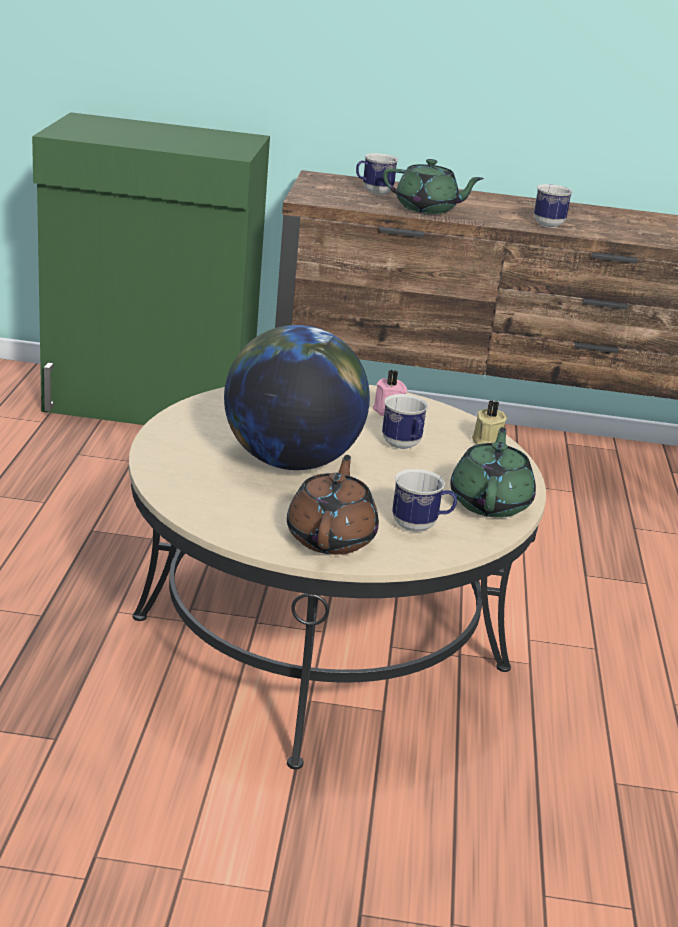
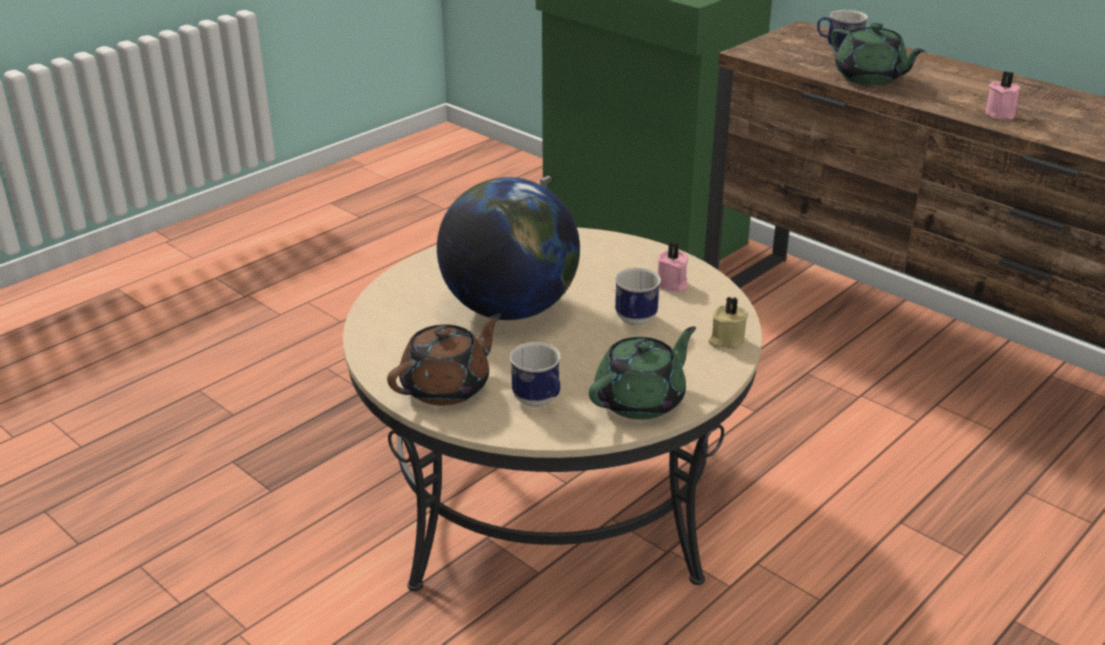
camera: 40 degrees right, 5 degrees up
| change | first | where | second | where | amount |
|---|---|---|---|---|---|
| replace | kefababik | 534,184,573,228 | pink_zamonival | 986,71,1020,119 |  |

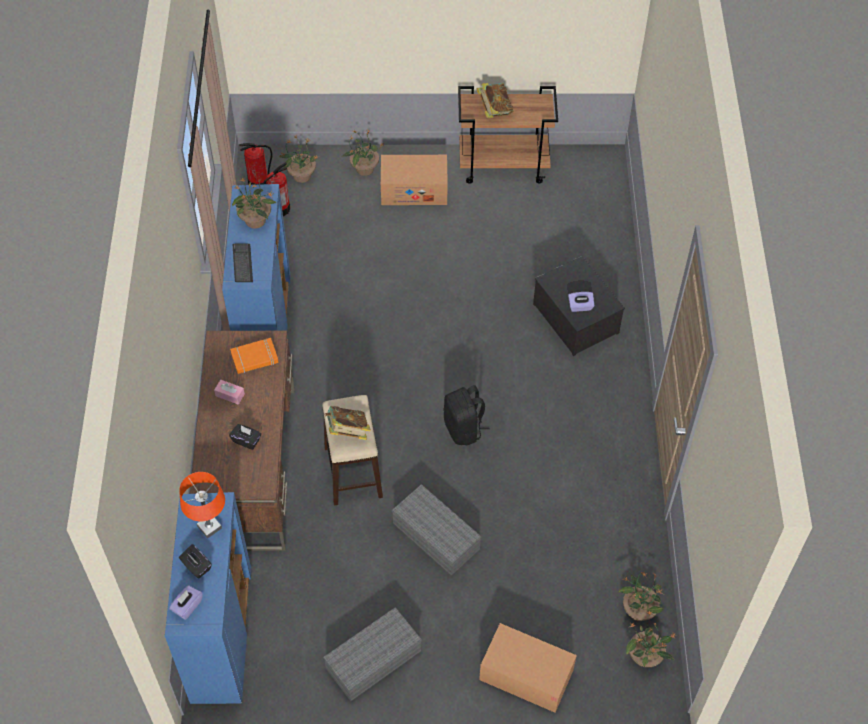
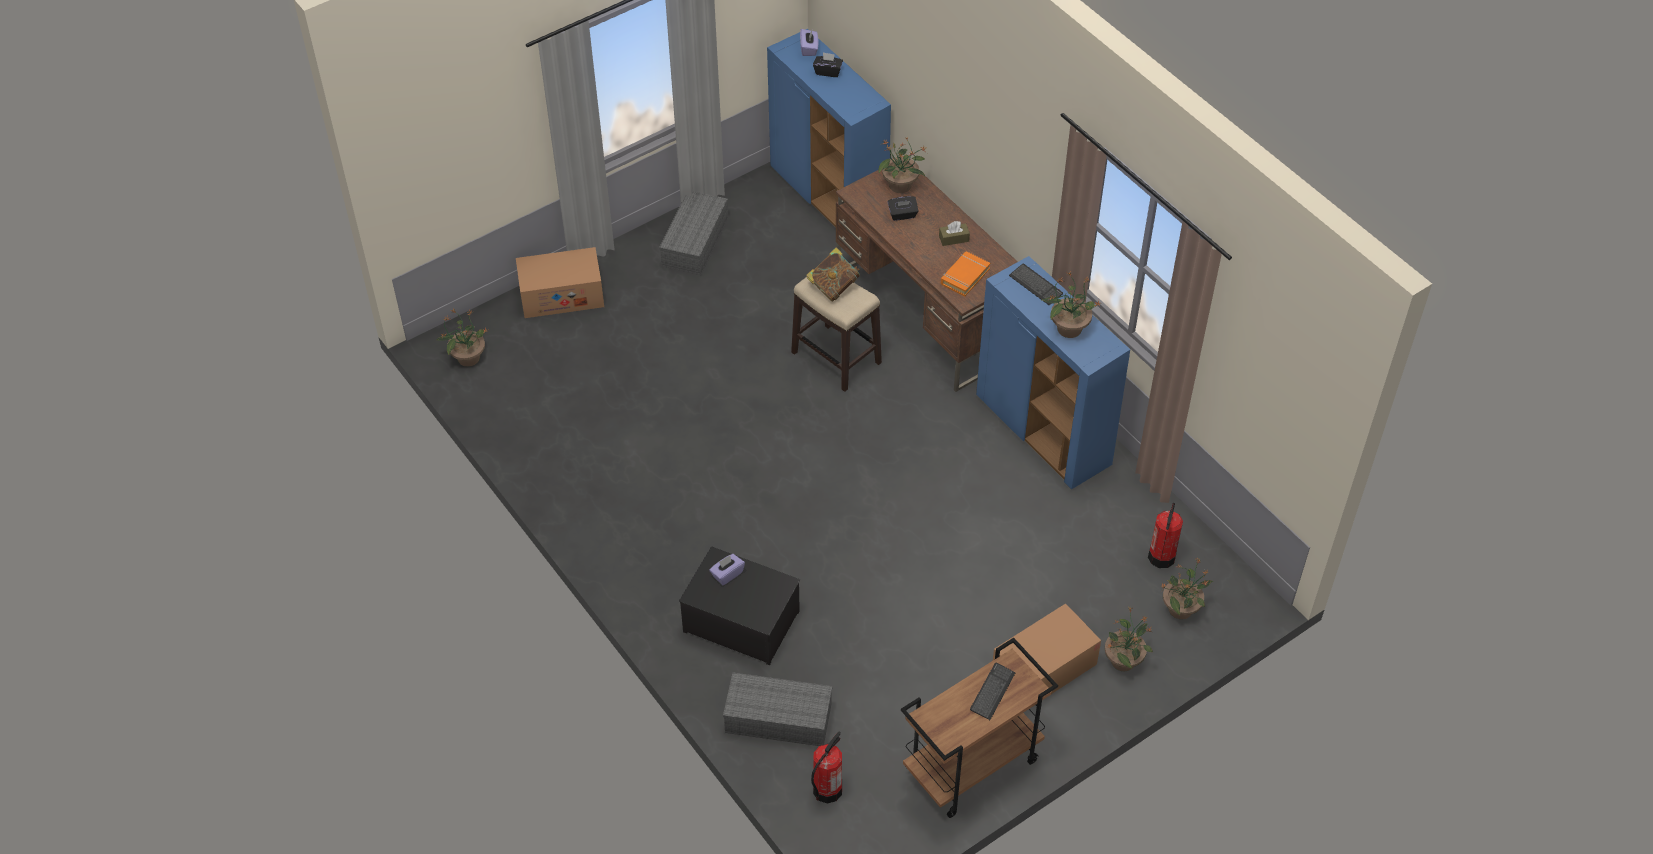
camera: 145 degrees right, 5 degrees down
| change | first | where | second | where | amount |
|---|---|---|---|---|---|
| delete | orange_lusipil | 179,472,225,538 |  |  |  |
| delete | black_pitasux | 444,385,490,446 |  |  |  |
| move | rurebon | 239,143,272,185 |  | 811,732,842,804 |  |
| move | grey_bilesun | 392,484,481,576 |  | 723,672,832,746 |  |
| move | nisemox | 618,572,663,621 |  | 879,137,927,193 |  |
| replace | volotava | 477,83,513,118 | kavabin | 970,663,1015,720 |  |
| recolor | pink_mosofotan | 214,380,245,404 | brown_mosofotan | 939,221,970,246 |  |

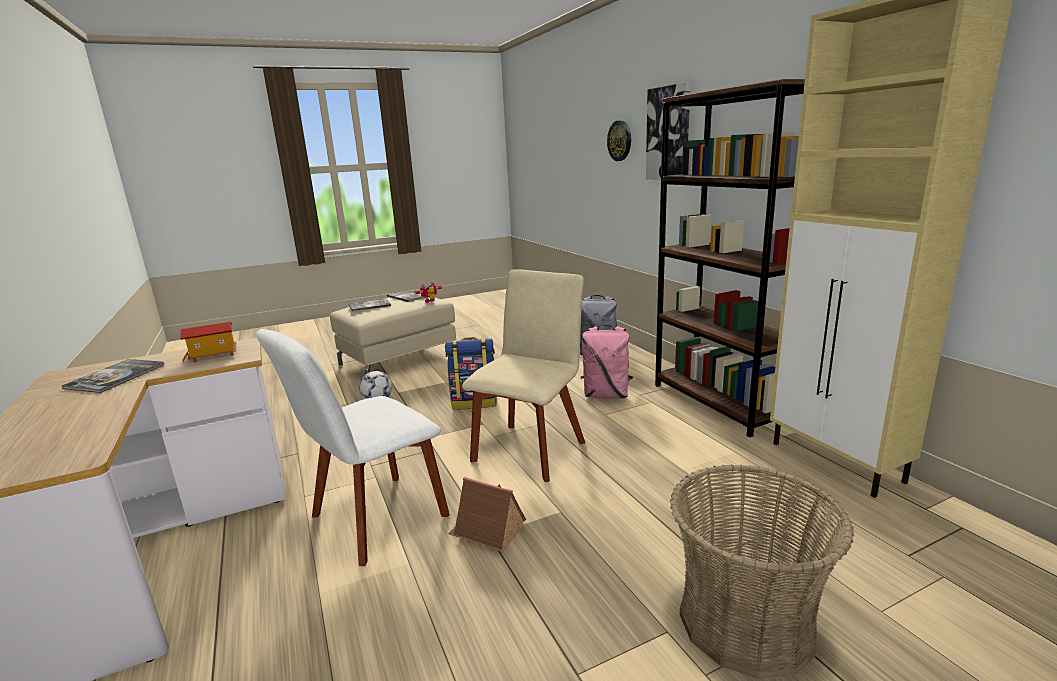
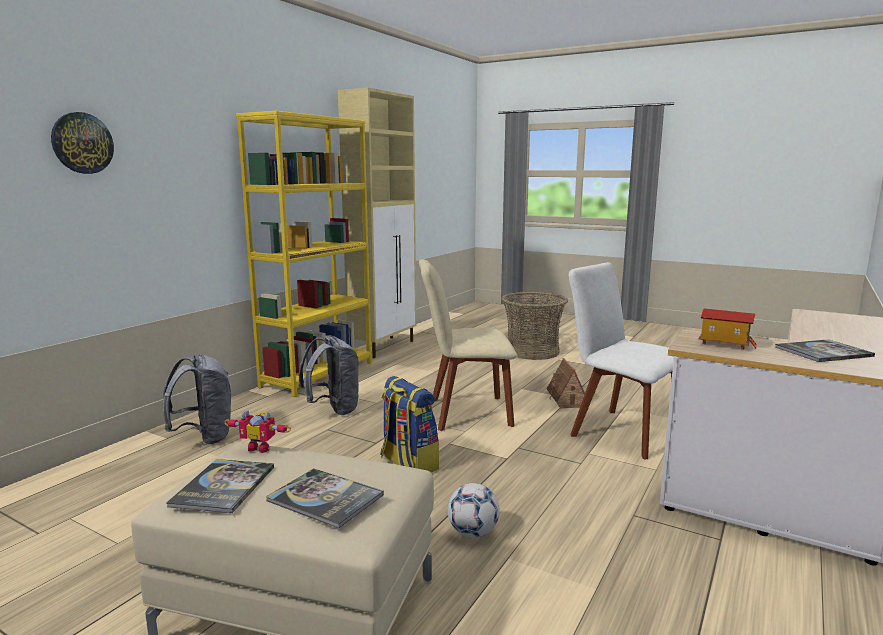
camera: 125 degrees left, 5 degrees down
| change | first | where | second | where | amount |
|---|---|---|---|---|---|
| delete | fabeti | 646,82,691,180 |  |  |  |
| recolor | pink_pitasux | 581,325,633,399 | grey_pitasux | 299,336,360,415 |  |
| recolor | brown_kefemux | 655,79,805,437 | yellow_kefemux | 236,111,372,397 |  |
| rotate | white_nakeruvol | 256,329,450,566 |  | 569,262,674,459 | 150 degrees counterclockwise |

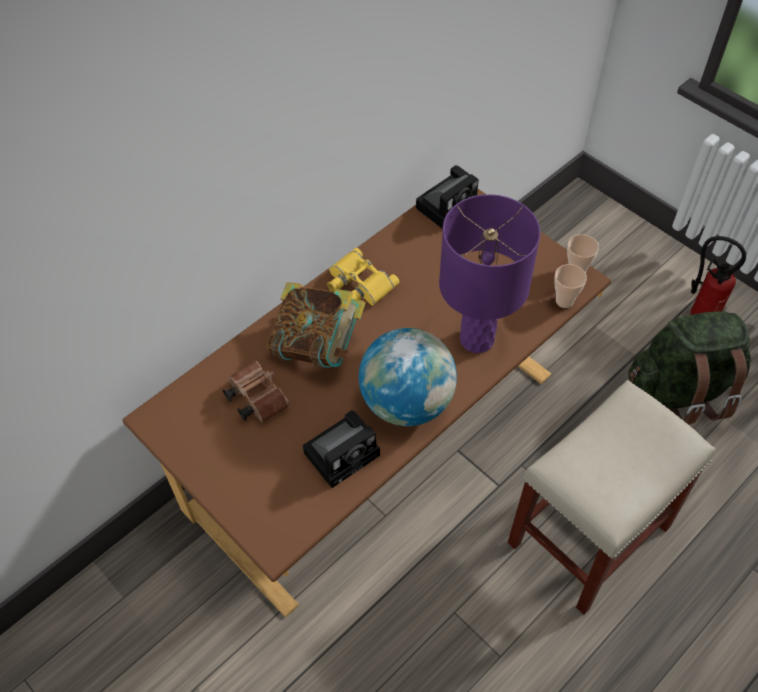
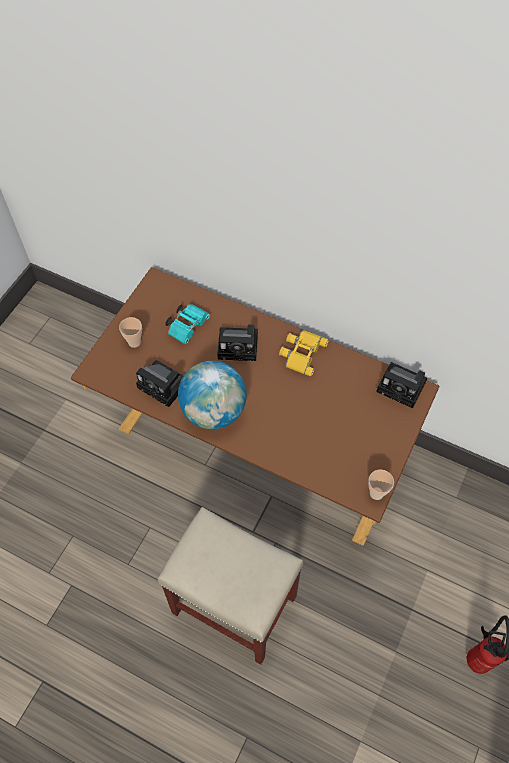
camera: 70 degrees right, 5 degrees up
| change | first | where | second | where | amount |
|---|---|---|---|---|---|
| delete | purple_lusipil | 439,194,541,353 |  |  |  |
| delete | green_pitasux | 628,311,751,425 |  |  |  |
| move | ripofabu | 554,264,587,308 |  | 119,317,142,348 |  |
| replace | volotava | 267,282,366,368 | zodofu | 218,324,258,361 |  |
| recolor | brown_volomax | 223,361,290,422 | turquoise_volomax | 165,304,210,344 |  |

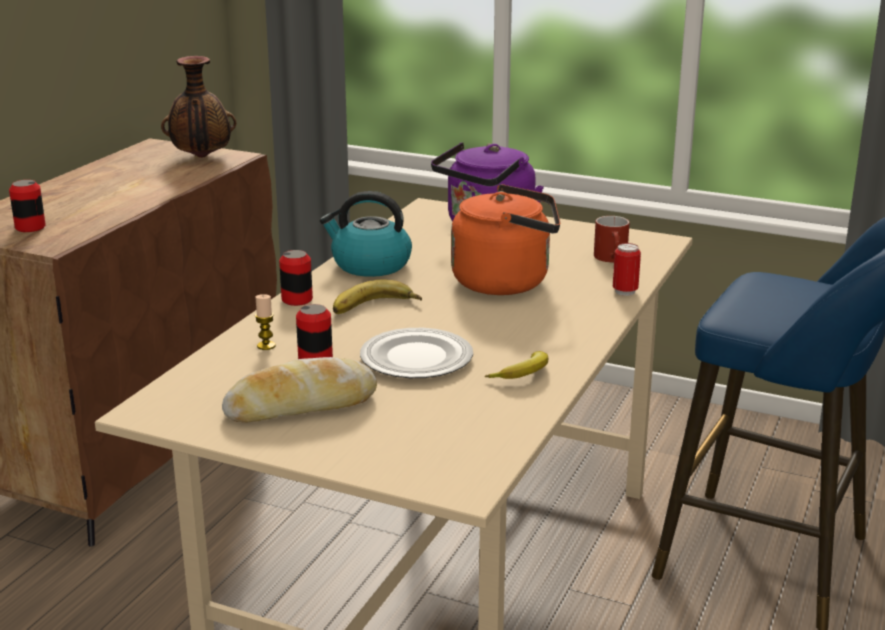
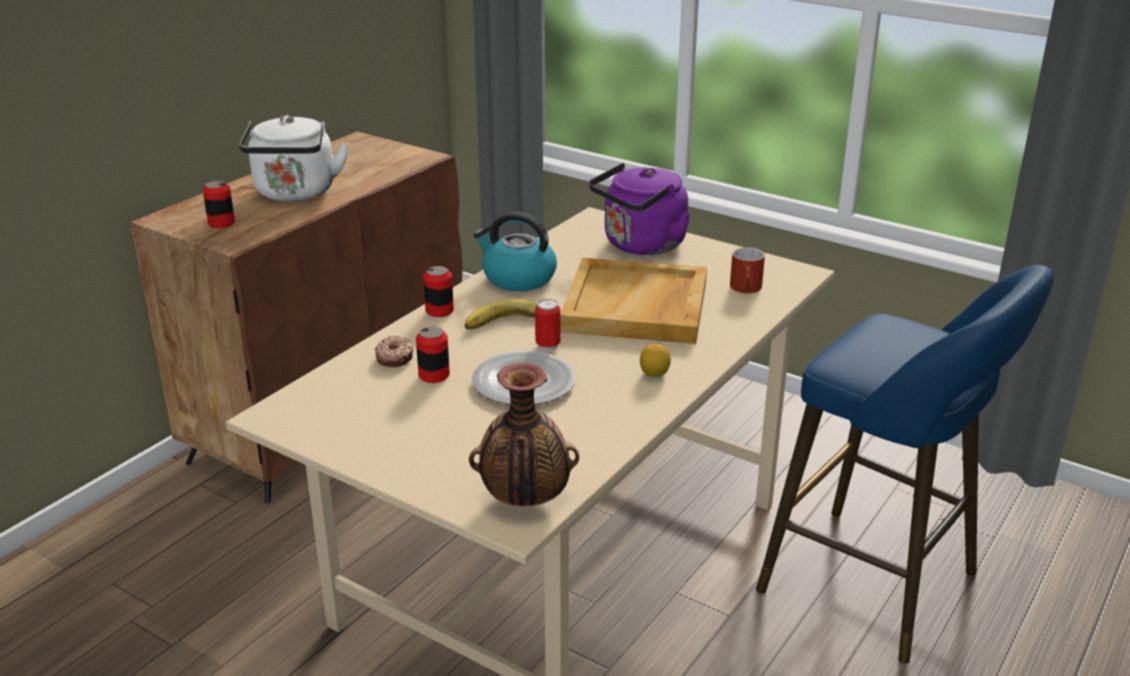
camera: 10 degrees right, 5 degrees up
| change | first | where | second | where | amount |
|---|---|---|---|---|---|
| delete | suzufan | 222,357,377,423 |  |  |  |
| delete | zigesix | 485,351,548,379 |  |  |  |
| insert |  |  | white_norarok | 239,115,349,201 |  |
| insert |  |  | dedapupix | 640,344,671,377 |  |
| move | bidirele | 161,56,236,158 |  | 469,363,579,506 |  |
| move | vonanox | 613,243,641,296 |  | 535,299,561,351 |  |
| replace | zamonival | 255,294,276,350 | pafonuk | 375,336,414,367 |  |
| replace | orange_norarok | 451,184,560,295 | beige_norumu | 561,258,707,344 |  |

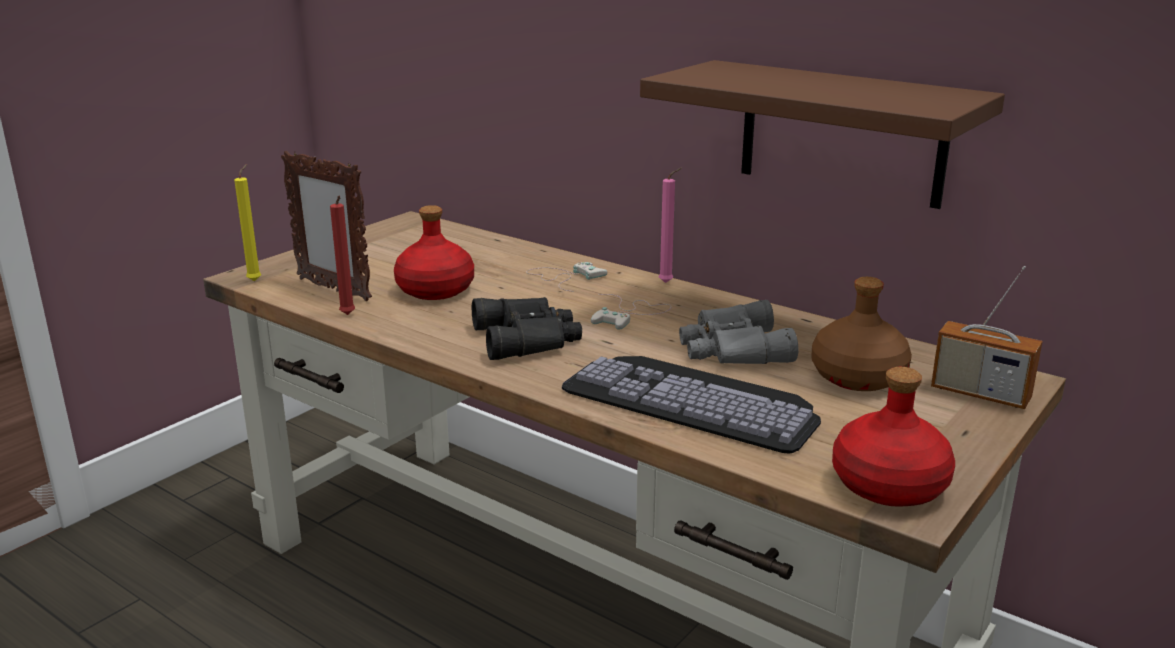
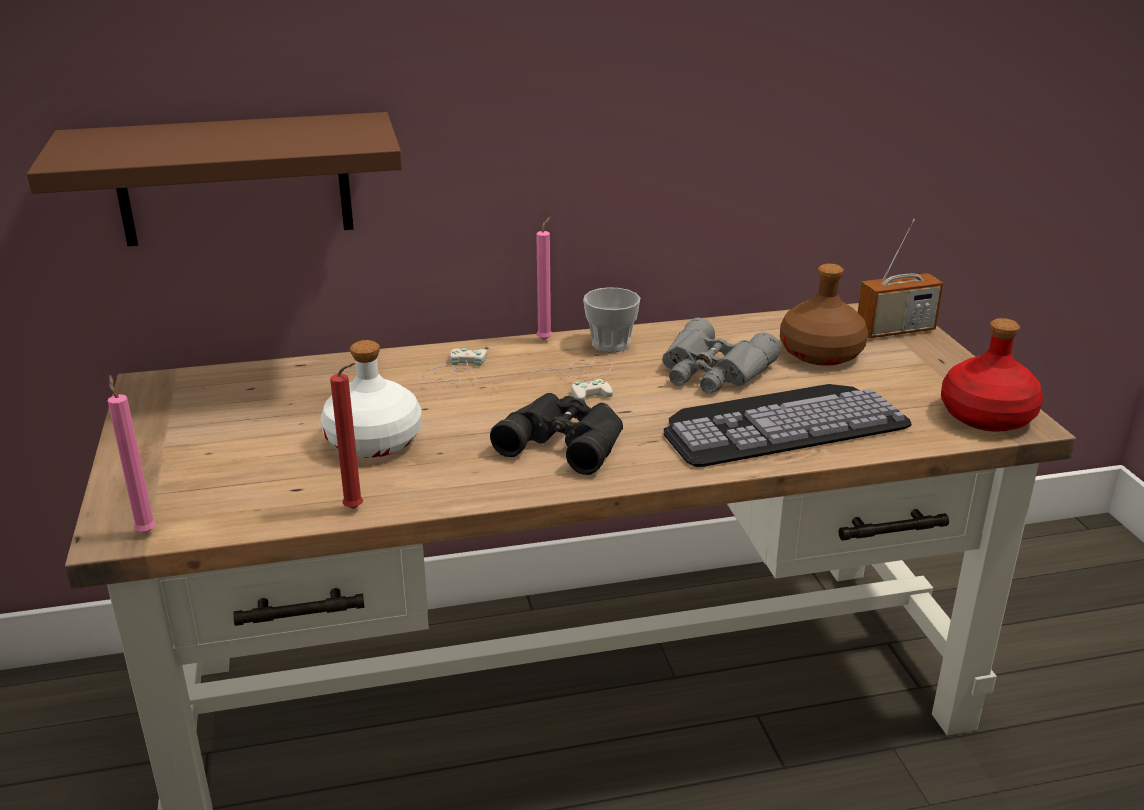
camera: 50 degrees left, 5 degrees up
| change | first | where | second | where | amount |
|---|---|---|---|---|---|
| delete | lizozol | 281,151,372,301 |  |  |  |
| insert |  |  | ripofabu | 583,287,640,352 |  |
| move | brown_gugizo | 640,60,1005,209 |  | 27,112,402,246 |  |
| recolor | yellow_zamonival | 234,164,261,281 | pink_zamonival | 108,375,156,533 |  |
| recolor | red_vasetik | 394,205,474,300 | white_vasetik | 321,340,422,458 |  |

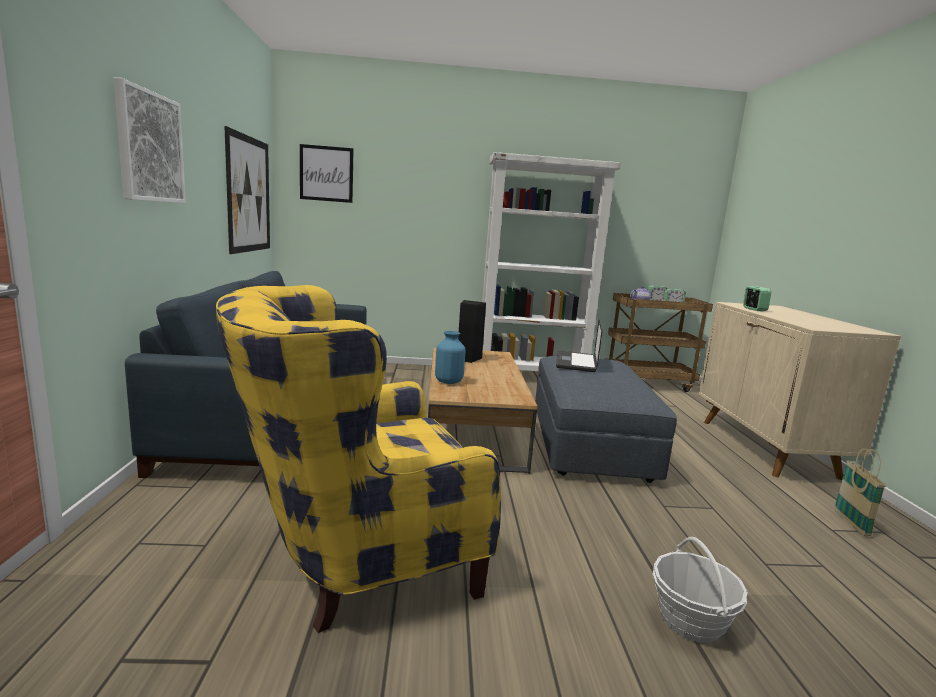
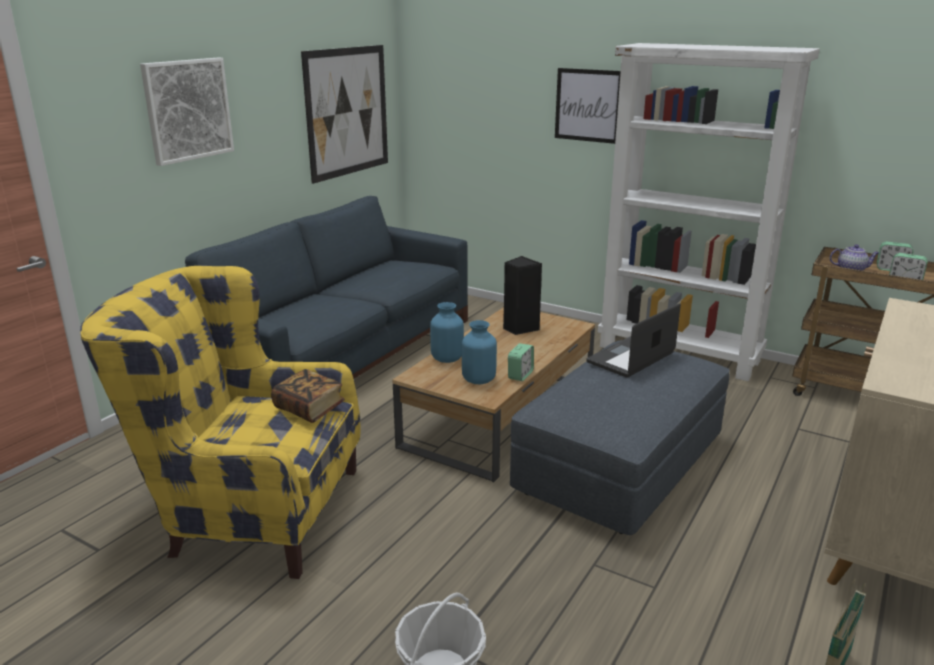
camera: 35 degrees right, 10 degrees up
| change | first | where | second | where | amount |
|---|---|---|---|---|---|
| insert |  |  | volotava | 271,369,345,423 |  |
| insert |  |  | blue_bidirele | 462,320,497,384 |  |
| move | fabeti | 300,144,354,203 |  | 555,68,621,144 |  |
| move | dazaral | 743,286,771,311 |  | 508,343,534,381 |  |

